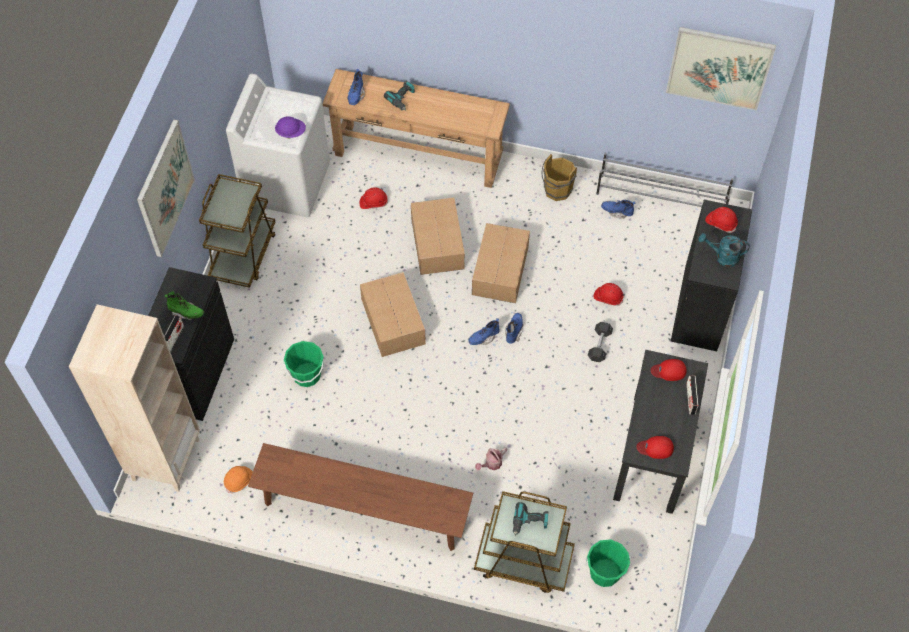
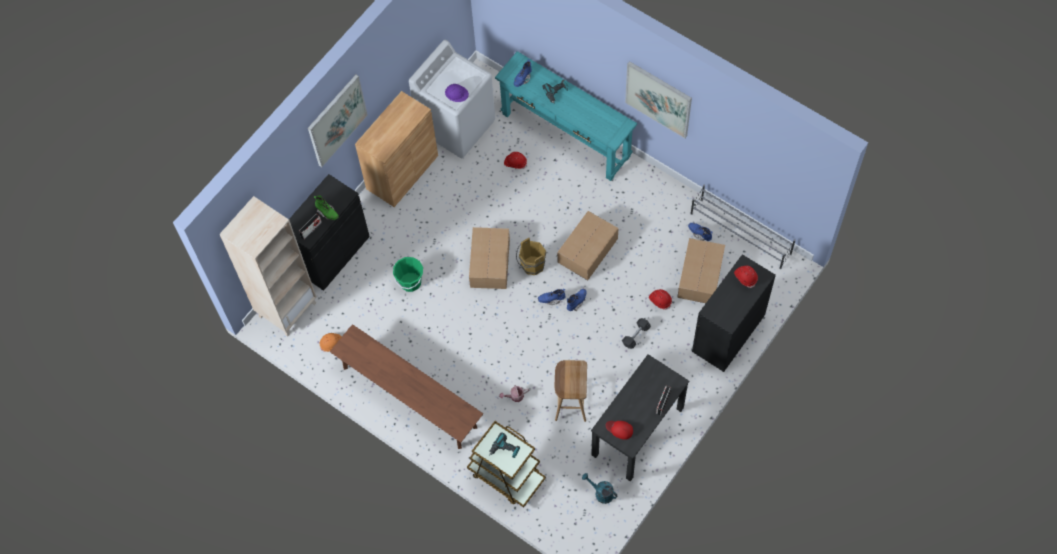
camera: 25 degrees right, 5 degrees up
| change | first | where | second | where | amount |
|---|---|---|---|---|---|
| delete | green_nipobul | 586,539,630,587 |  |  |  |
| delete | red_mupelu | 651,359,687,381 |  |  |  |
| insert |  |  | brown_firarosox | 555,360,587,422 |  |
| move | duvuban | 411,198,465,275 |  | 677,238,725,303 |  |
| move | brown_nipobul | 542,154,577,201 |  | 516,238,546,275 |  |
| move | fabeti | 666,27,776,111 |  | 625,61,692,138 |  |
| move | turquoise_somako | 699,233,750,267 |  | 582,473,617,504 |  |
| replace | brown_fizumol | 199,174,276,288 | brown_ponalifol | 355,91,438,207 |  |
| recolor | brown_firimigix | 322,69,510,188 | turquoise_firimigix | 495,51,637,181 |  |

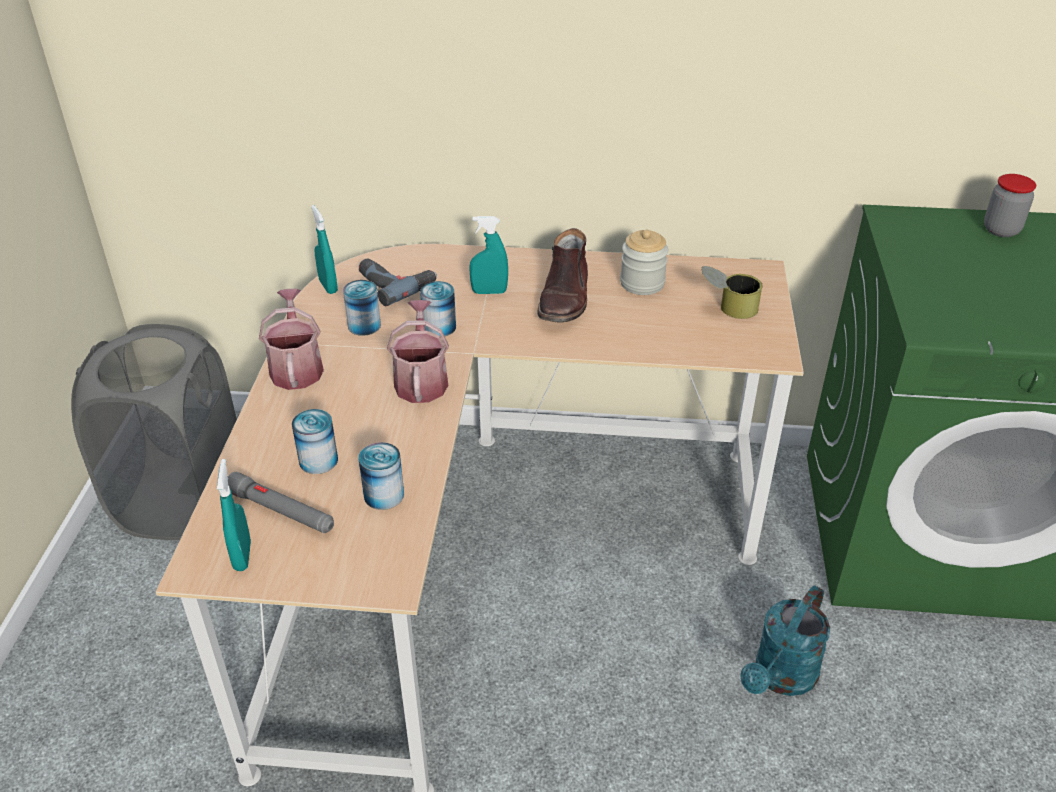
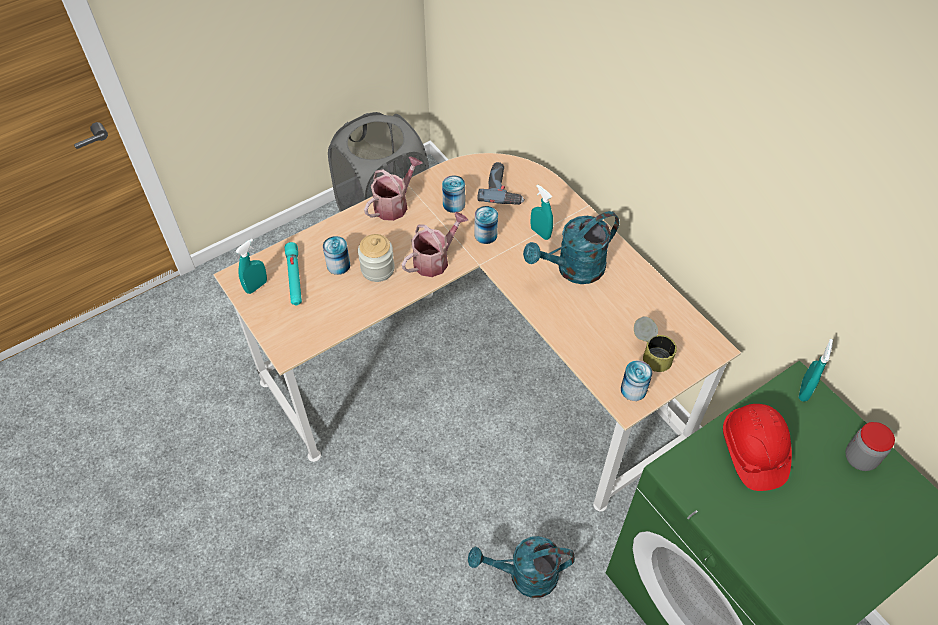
camera: 50 degrees right, 15 degrees up
| change | first | where | second | where | amount |
|---|---|---|---|---|---|
| insert |  |  | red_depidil | 723,404,792,491 |  |
| move | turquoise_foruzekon | 311,205,338,294 |  | 798,339,833,402 |  |
| move | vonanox | 359,442,404,510 |  | 621,360,652,401 |  |
| move | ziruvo | 620,230,668,295 |  | 358,234,395,282 |  |
| replace | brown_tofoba | 537,228,588,322 | turquoise_somako | 523,211,619,284 |  |
| recolor | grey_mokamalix | 228,472,334,533 | turquoise_mokamalix | 285,242,302,305 |  |

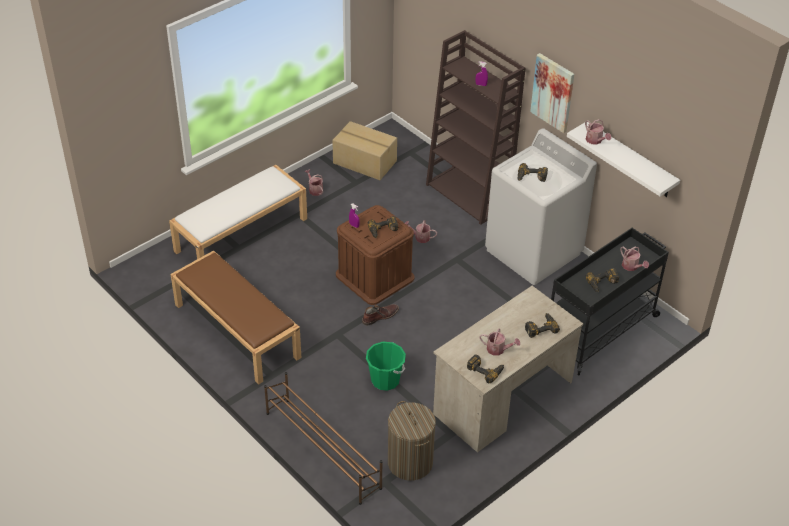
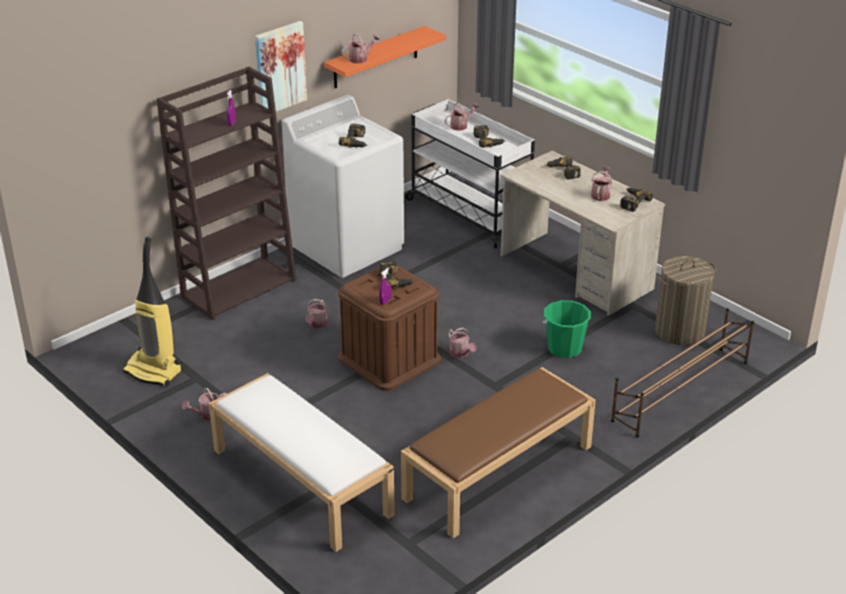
camera: 90 degrees left, 10 degrees down
| change | first | where | second | where | amount |
|---|---|---|---|---|---|
| replace | duvuban | 332,121,397,180 | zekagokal | 122,237,183,386 |  |
| replace | brown_tofoba | 362,304,399,326 | somako | 448,328,476,358 |  |
| recolor | black_fizumol | 551,228,669,376 | white_fizumol | 405,99,535,248 |  |
| recolor | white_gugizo | 567,122,680,197 | orange_gugizo | 324,26,446,88 |  |

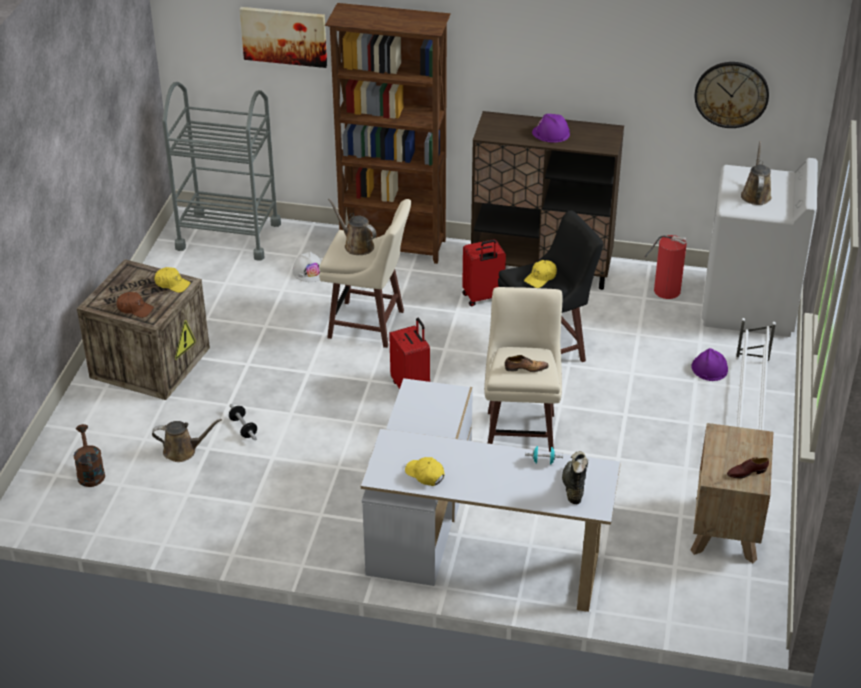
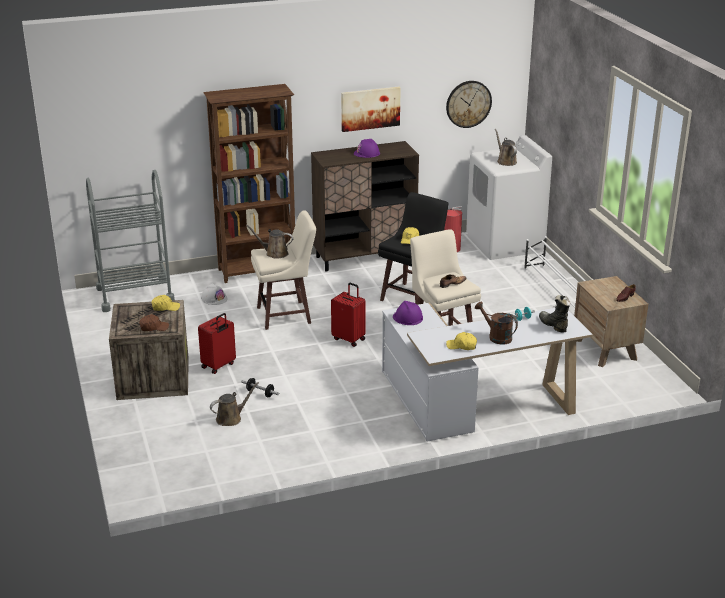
camera: 30 degrees left, 10 degrees down
| change | first | where | second | where | amount |
|---|---|---|---|---|---|
| move | brown_somako | 74,424,105,487 |  | 475,302,518,344 |  |
| move | fabeti | 240,7,327,68 |  | 341,87,401,132 |  |
| move | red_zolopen | 462,239,506,306 |  | 198,313,236,374 |  |
| move | purple_depidil | 691,348,728,381 |  | 393,301,423,325 |  |

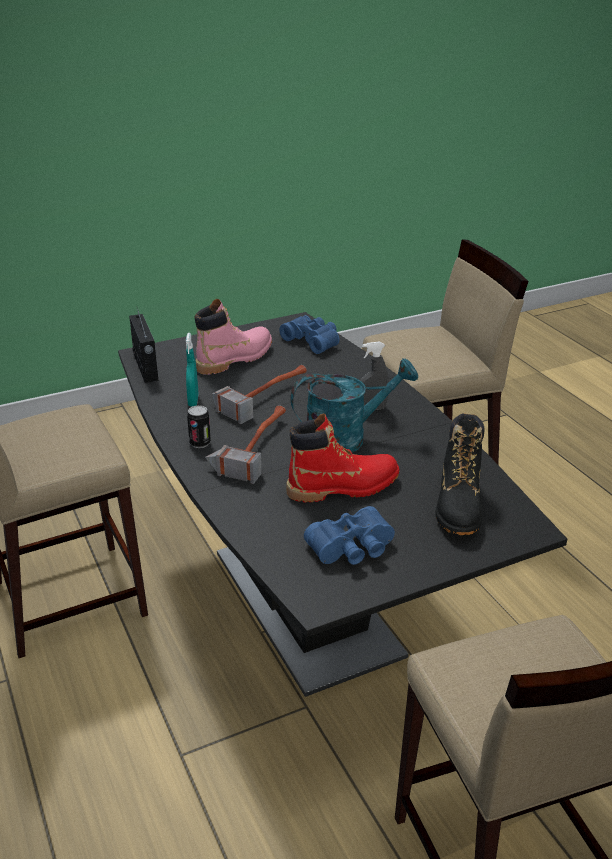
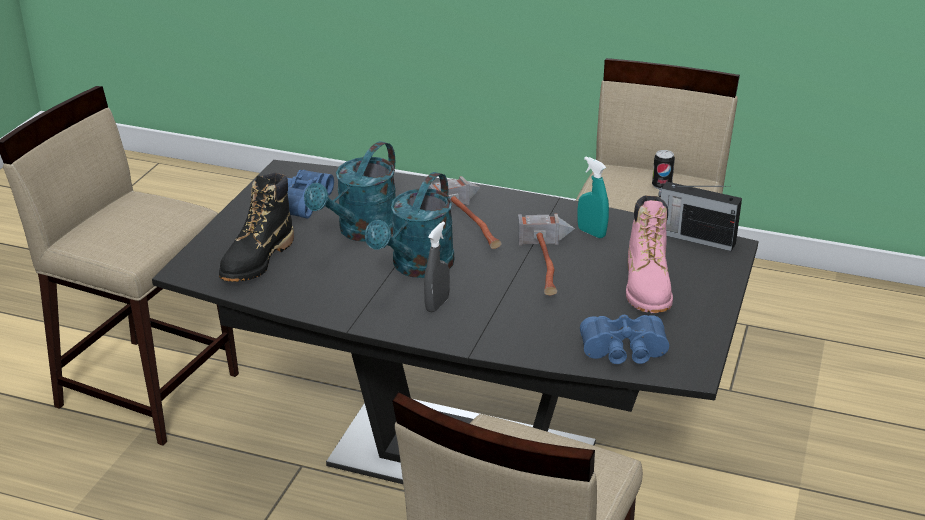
camera: 135 degrees right, 0 degrees up
| change | first | where | second | where | amount |
|---|---|---|---|---|---|
| move | vonanox | 187,405,211,448 |  | 652,150,675,190 |  |
| replace | red_tofoba | 287,413,400,503 | turquoise_somako | 304,141,396,242 |  |
| rotate | black_tofoba | 435,413,484,536 |  | 219,173,294,282 | 120 degrees counterclockwise |

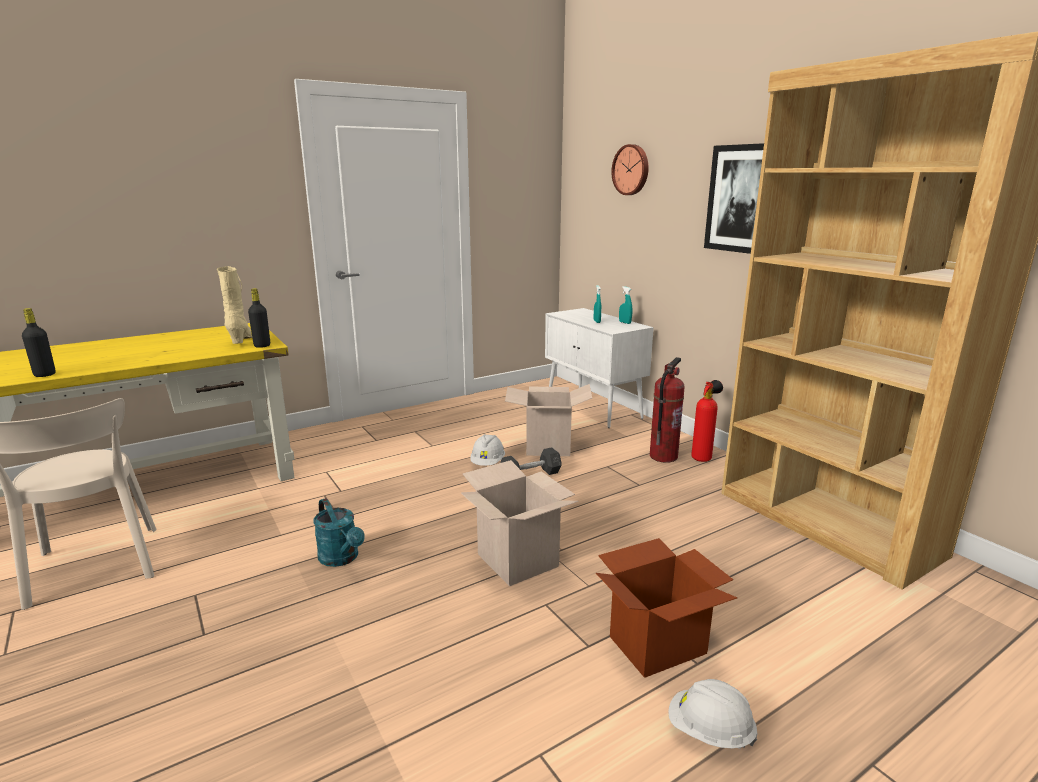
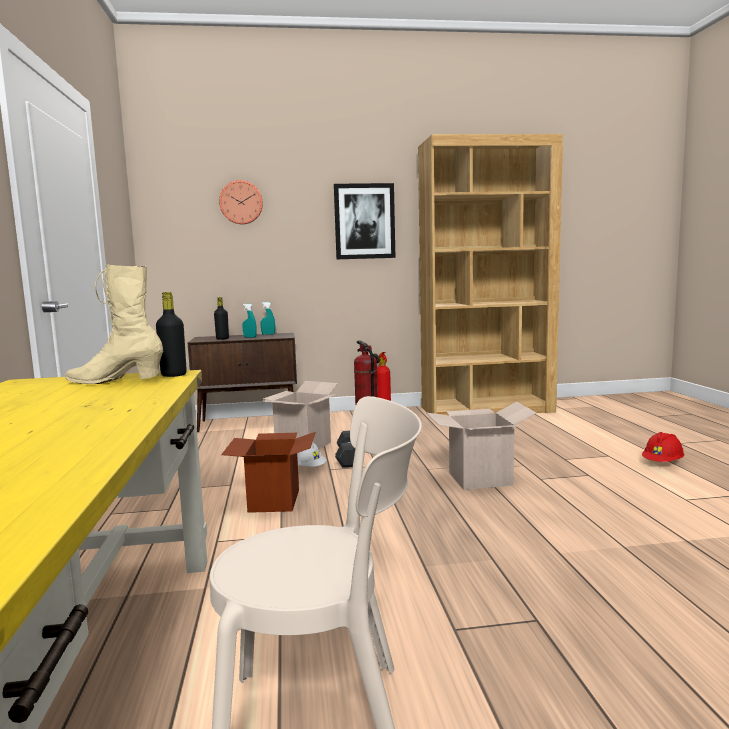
camera: 65 degrees left, 10 degrees down
| change | first | where | second | where | amount |
|---|---|---|---|---|---|
| delete | turquoise_somako | 313,498,365,567 |  |  |  |
| move | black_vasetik | 22,308,56,377 |  | 214,297,229,340 |  |
| move | duvuban | 596,538,737,678 |  | 221,432,316,513 |  |
| recolor | white_ponalifol | 545,308,654,428 | brown_ponalifol | 188,333,297,432 |  |
| recolor | white_depidil | 668,679,758,749 | red_depidil | 642,432,684,462 |  |

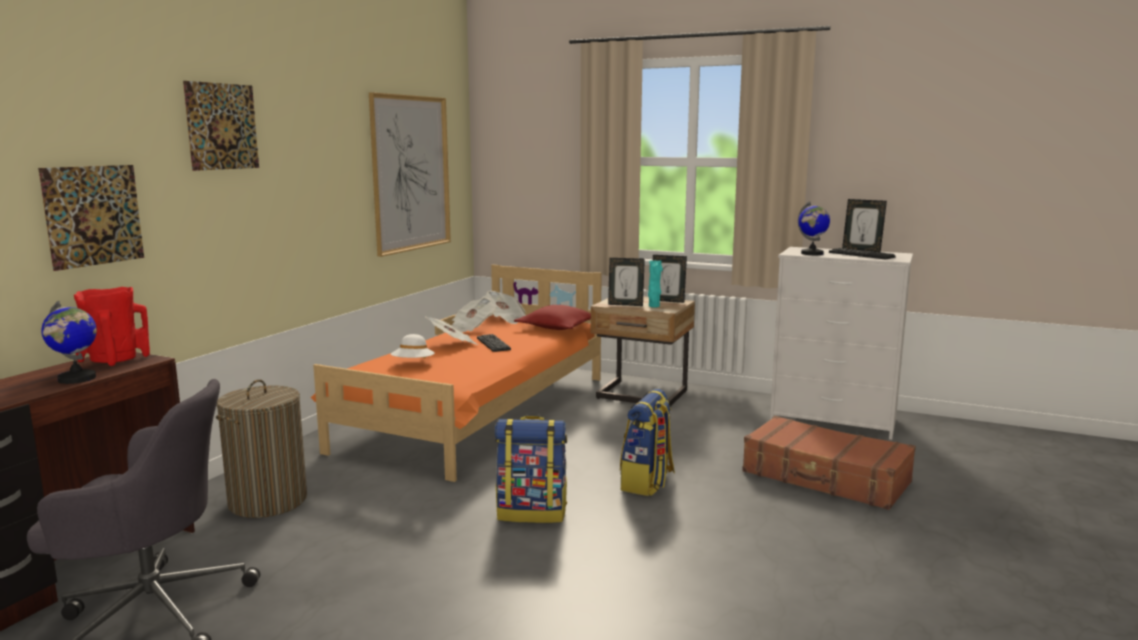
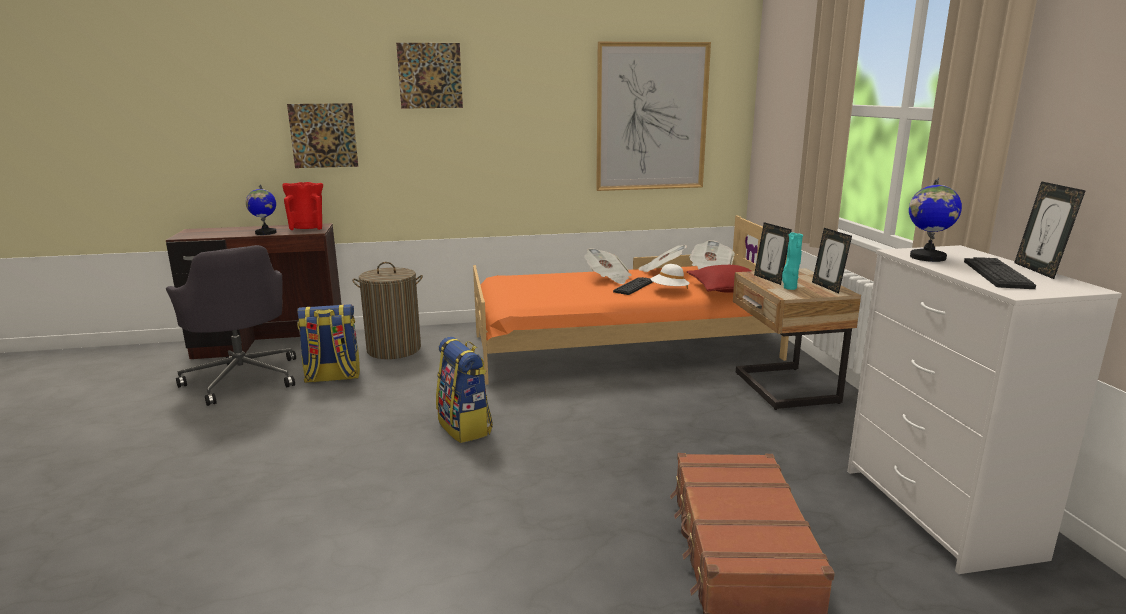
camera: 55 degrees right, 5 degrees up
| change | first | where | second | where | amount |
|---|---|---|---|---|---|
| move | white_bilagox | 391,334,435,359 |  | 650,264,690,289 |  |
| move | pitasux | 620,389,675,496 |  | 297,304,360,383 |  |

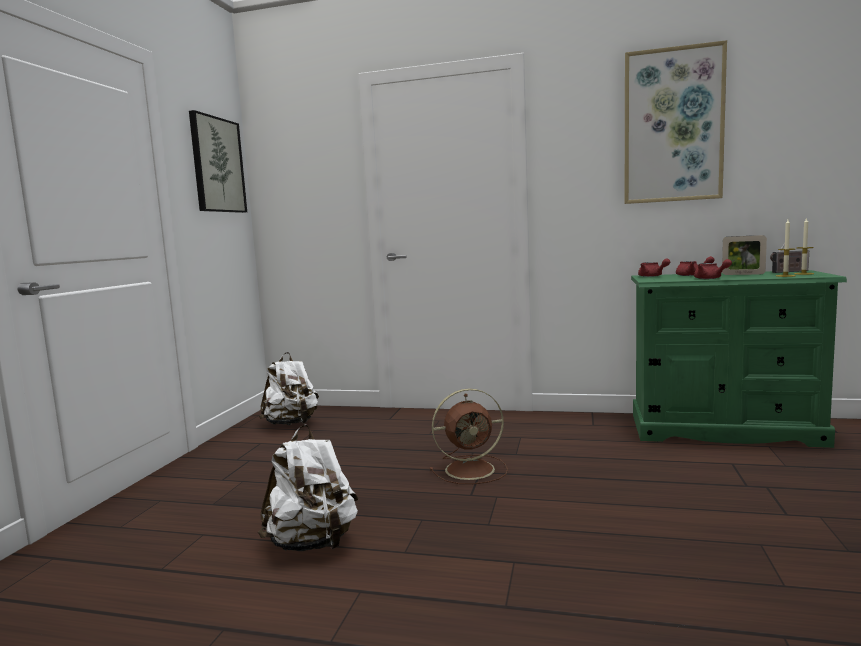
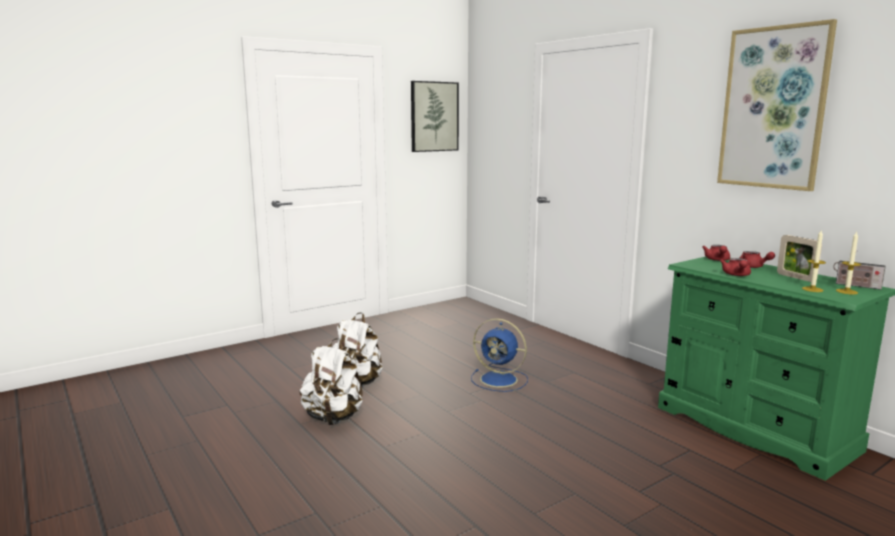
camera: 40 degrees right, 5 degrees up
| change | first | where | second | where | amount |
|---|---|---|---|---|---|
| move | white_pitasux | 259,352,319,425 |  | 300,338,363,425 |  |
| recolor | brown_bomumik | 430,388,508,484 | blue_bomumik | 471,318,528,392 |  |

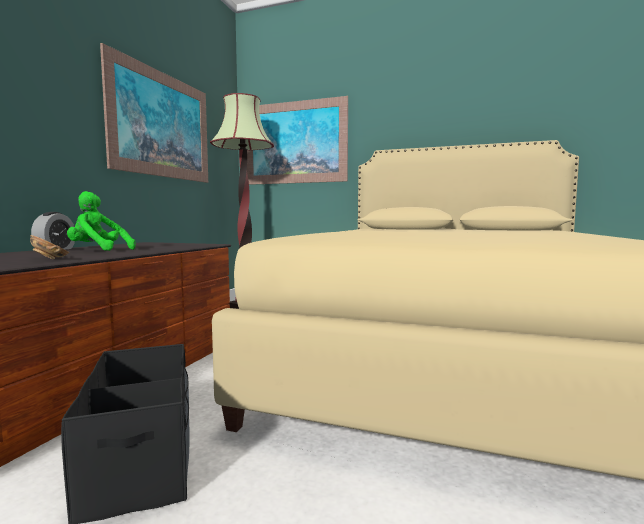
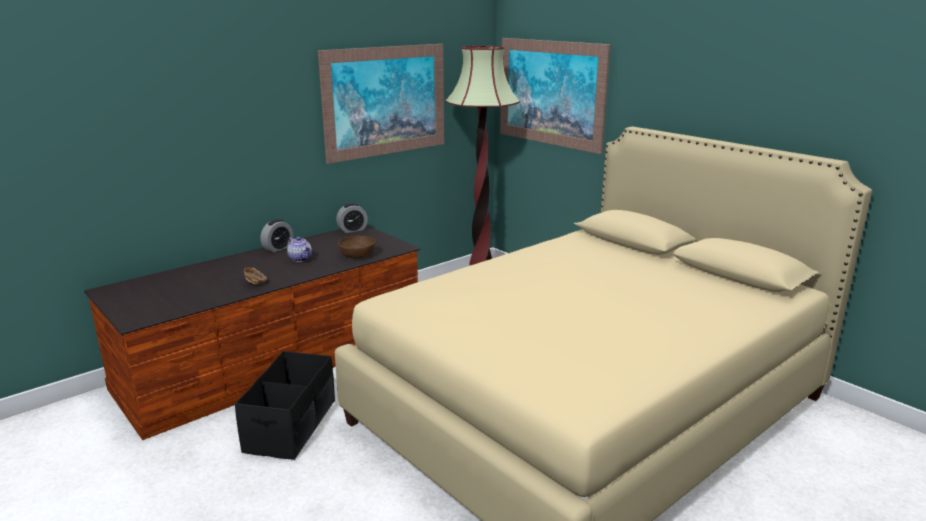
camera: 30 degrees right, 15 degrees up
| change | first | where | second | where | amount |
|---|---|---|---|---|---|
| insert |  |  | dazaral | 336,203,368,233 |  |
| insert |  |  | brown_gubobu | 338,236,375,258 |  |
| replace | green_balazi | 67,191,136,251 | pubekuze | 287,237,312,262 |  |

